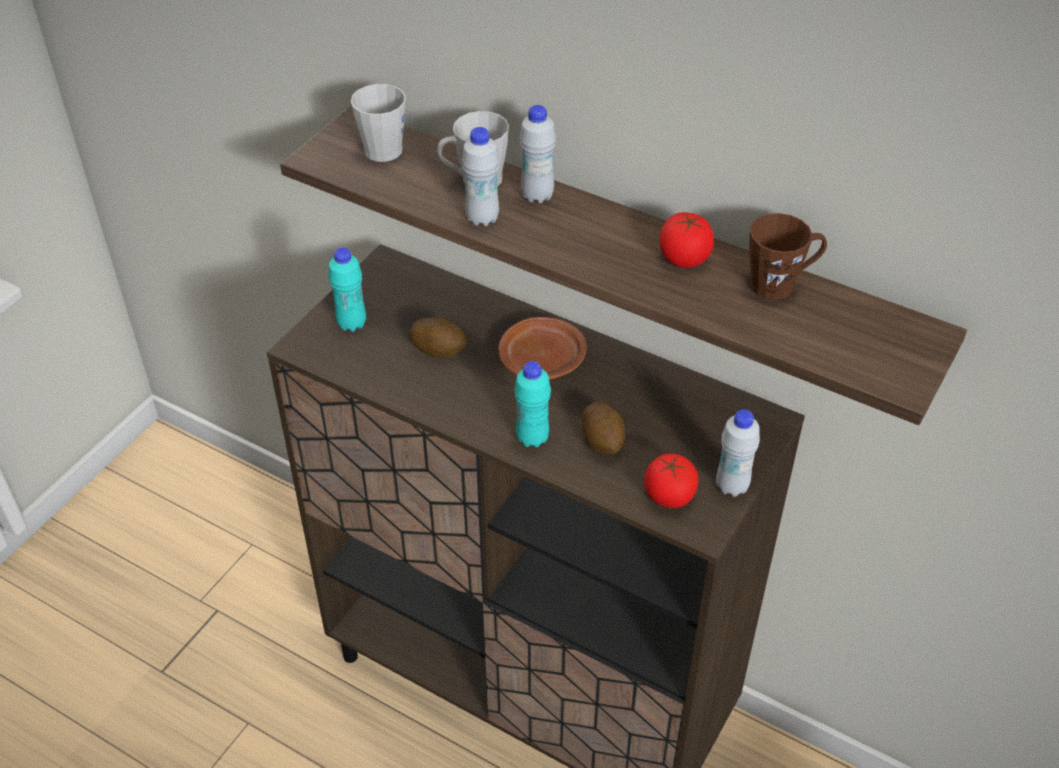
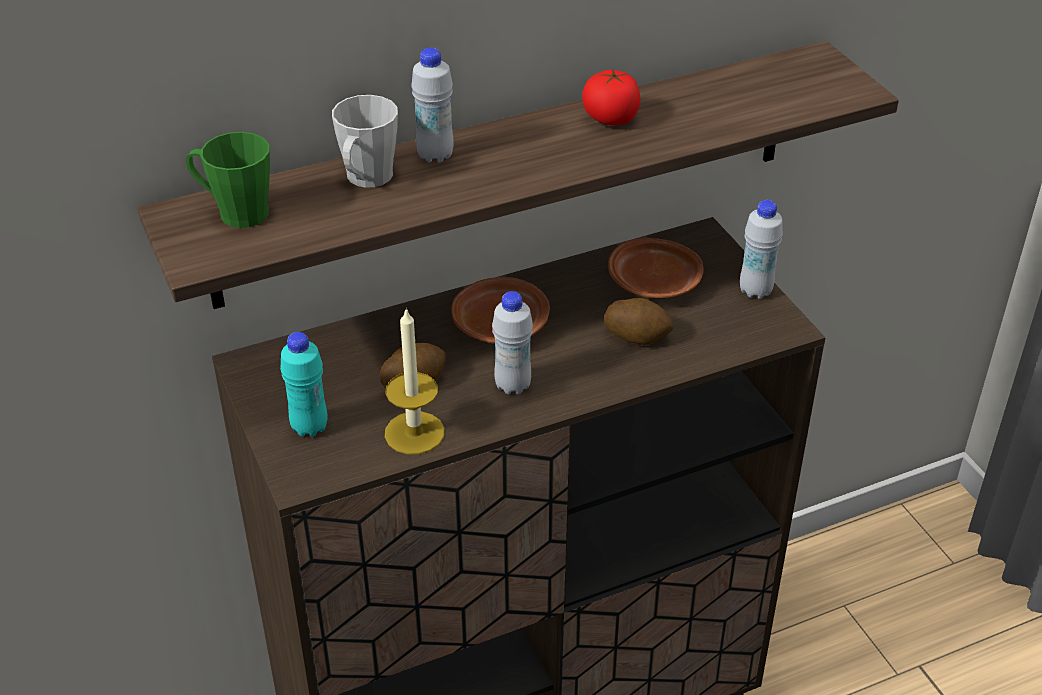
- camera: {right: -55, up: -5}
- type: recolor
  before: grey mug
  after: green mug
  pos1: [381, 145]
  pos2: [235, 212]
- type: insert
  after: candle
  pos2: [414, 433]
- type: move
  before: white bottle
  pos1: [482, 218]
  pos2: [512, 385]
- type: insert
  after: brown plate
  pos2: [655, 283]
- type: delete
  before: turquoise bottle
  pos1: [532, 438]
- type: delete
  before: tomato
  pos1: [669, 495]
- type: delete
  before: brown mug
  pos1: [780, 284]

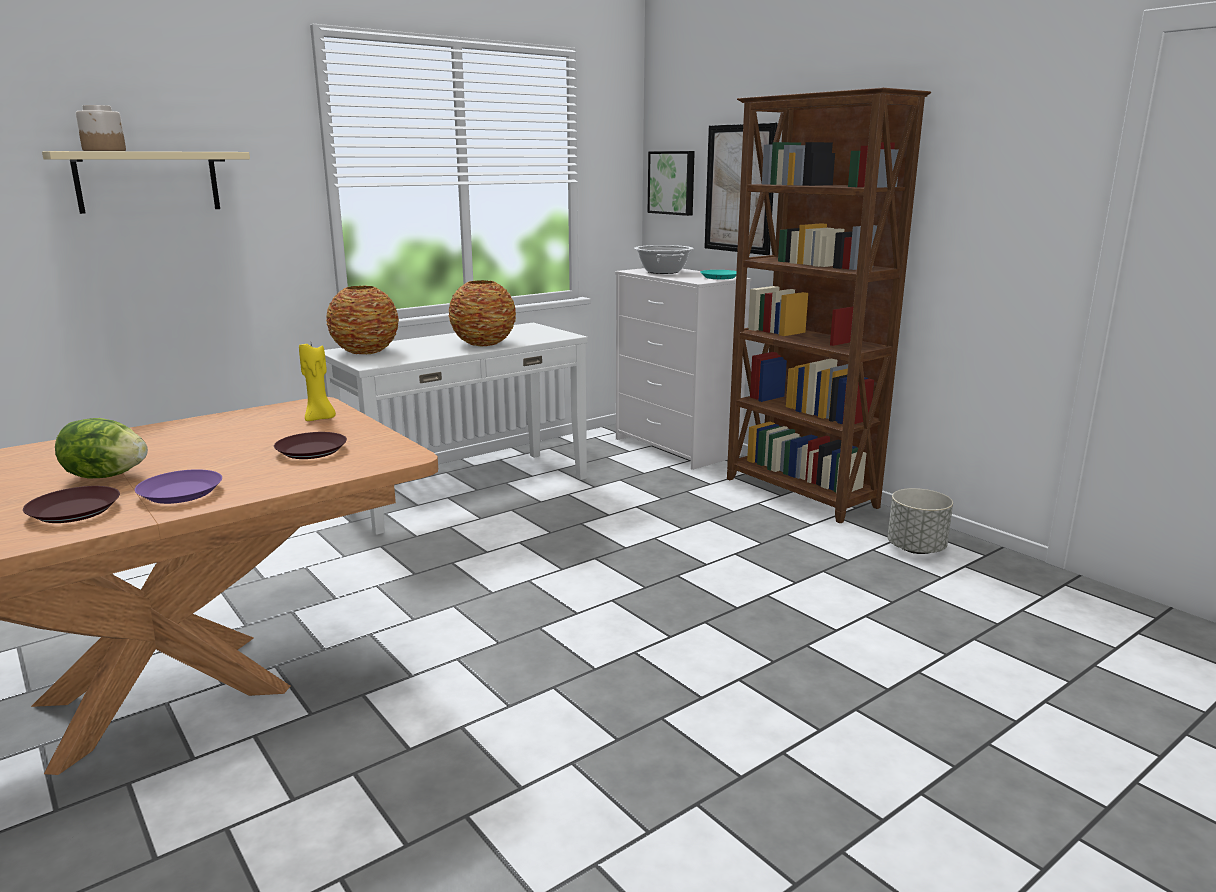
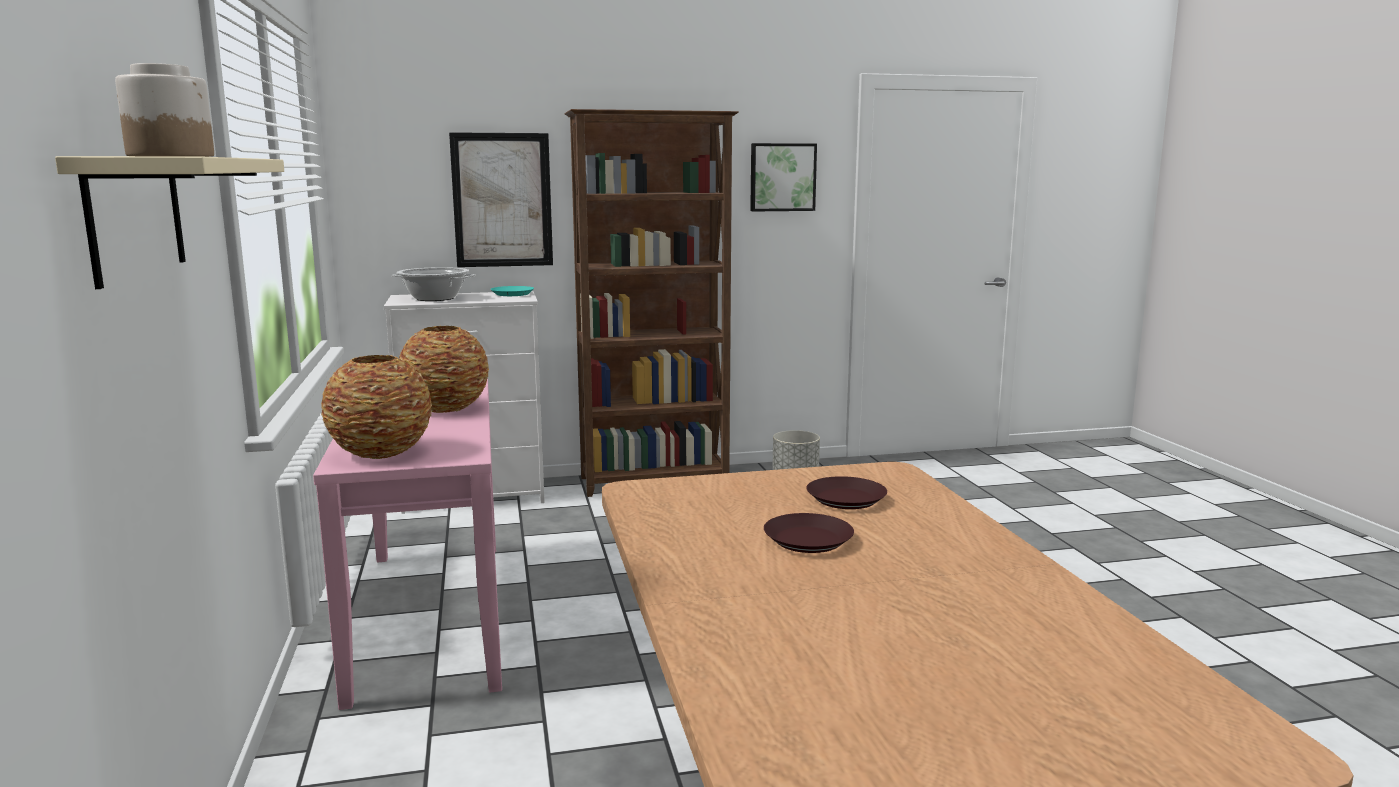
- camera: {right: -65, up: -5}
- type: recolor
  before: white console table
  after: pink console table
  pos1: [465, 489]
  pos2: [429, 615]
- type: move
  before: picture
  pos1: [673, 182]
  pos2: [782, 177]
- type: move
  before: brown plate
  pos1: [75, 511]
  pos2: [808, 540]
- type: delete
  before: lettuce
  pos1: [106, 476]
- type: delete
  before: purple plate
  pos1: [180, 493]
- type: delete
  before: yellow candle
  pos1: [320, 418]

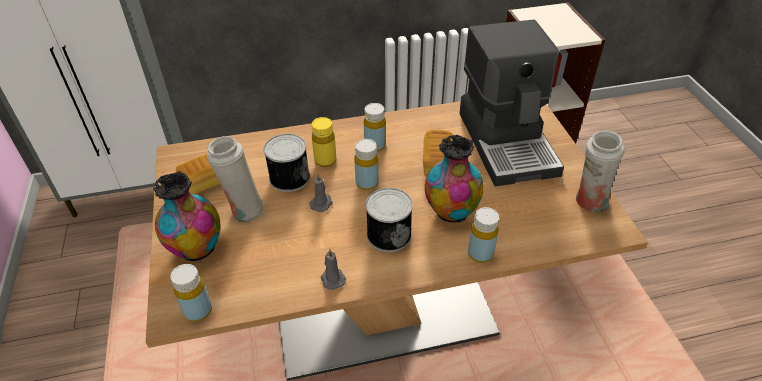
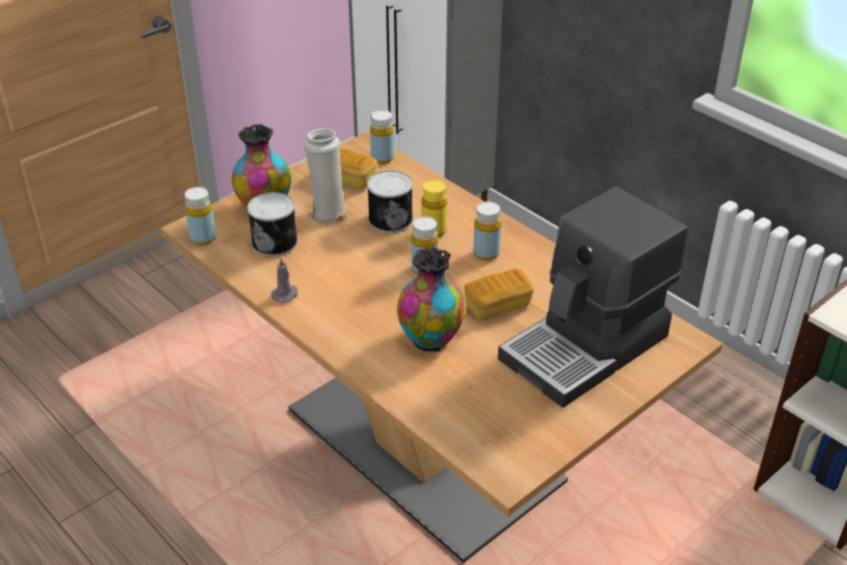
- camera: {right: 60, up: -5}
- type: move
  before: can
  pos1: [388, 234]
  pos2: [275, 242]
- type: move
  before: yellow bottle
  pos1: [480, 254]
  pos2: [382, 158]
- type: delete
  before: grey candle
  pos1: [322, 203]
- type: delete
  before: white vase
  pos1: [589, 202]

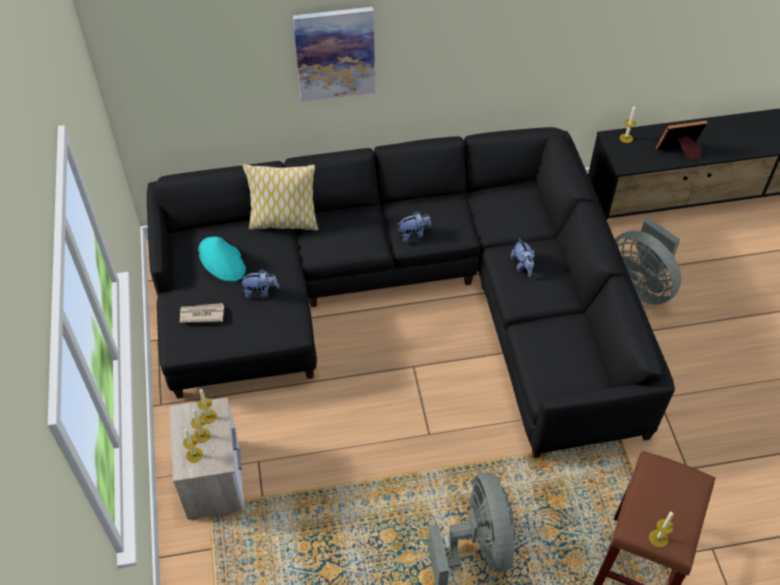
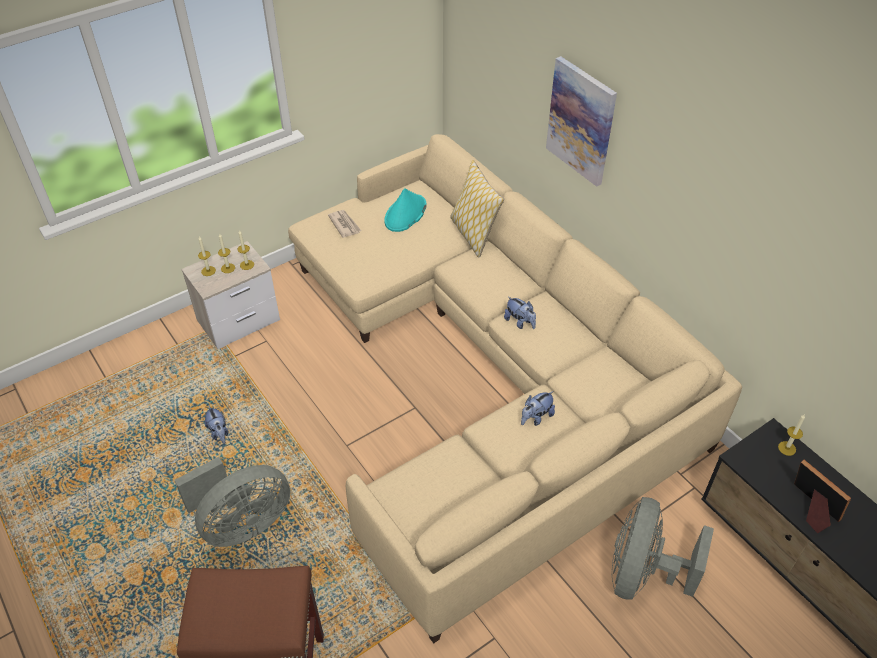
- camera: {right: 65, up: -5}
- type: move
  before: plush toy
  pos1: [260, 292]
  pos2: [219, 433]
- type: recolor
  before: black sofa
  after: beige sofa
  pos1: [405, 298]
  pos2: [489, 374]
- type: delete
  before: candle
  pos1: [658, 538]

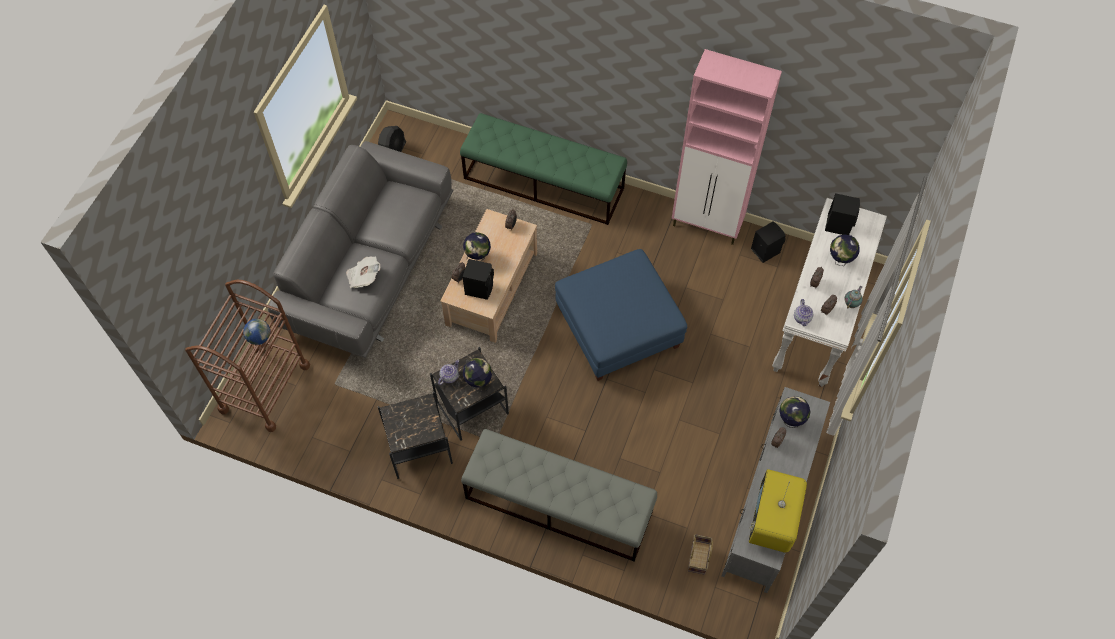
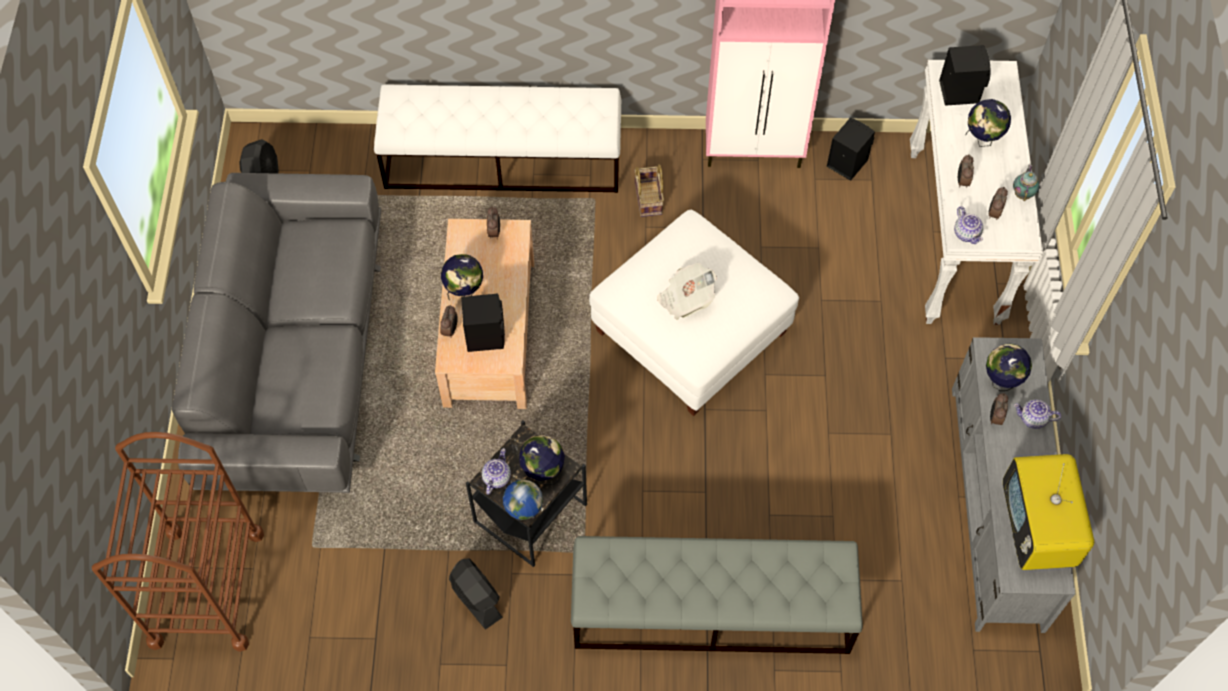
- camera: {right: -20, up: 0}
- type: recolor
  before: green bench
  after: white bench
  pos1: [544, 183]
  pos2: [503, 161]
- type: replace
  before: black side table
  after: black fan
  pos1: [418, 448]
  pos2: [475, 598]
- type: move
  before: globe
  pos1: [262, 343]
  pos2: [523, 514]
- type: recolor
  before: blue ottoman
  after: white ottoman
  pos1: [619, 327]
  pos2: [692, 331]
- type: move
  before: basket
  pos1: [699, 558]
  pos2: [649, 199]
- type: move
  before: newspaper
  pos1: [364, 277]
  pos2: [686, 299]
- type: insert
  after: teapot
  pos2: [1032, 419]

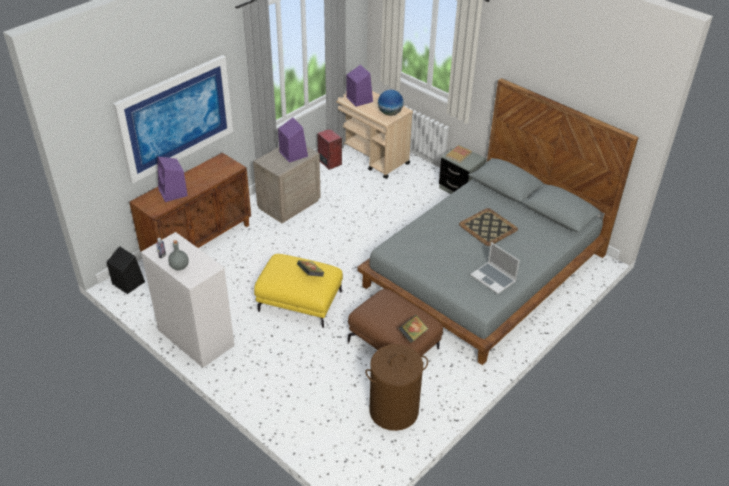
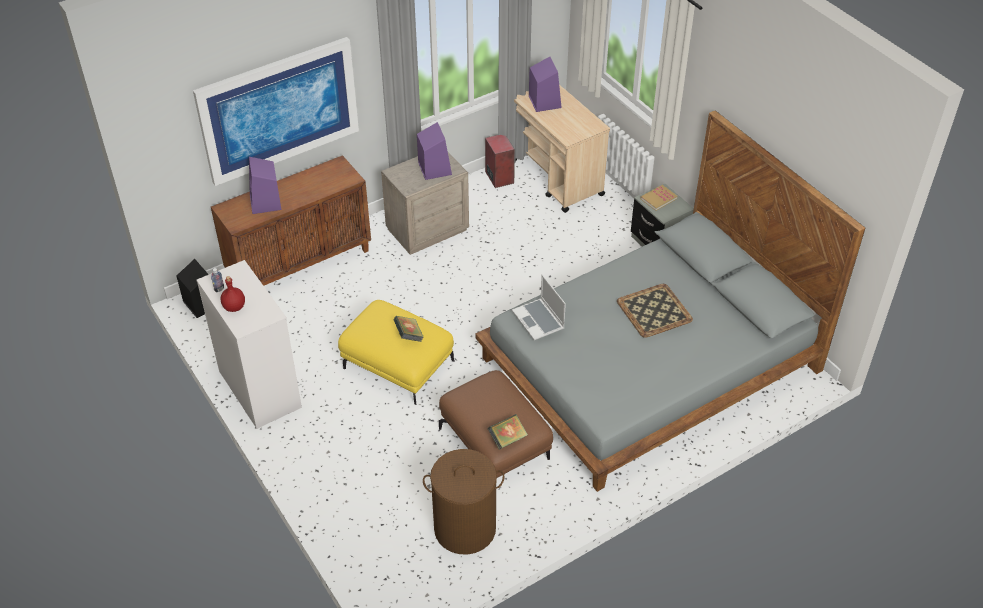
- camera: {right: 15, up: 5}
- type: recolor
  before: grey bottle
  after: red bottle
  pos1: [180, 267]
  pos2: [234, 307]
- type: move
  before: laptop
  pos1: [493, 279]
  pos2: [539, 320]
- type: delete
  before: globe
  pos1: [390, 113]

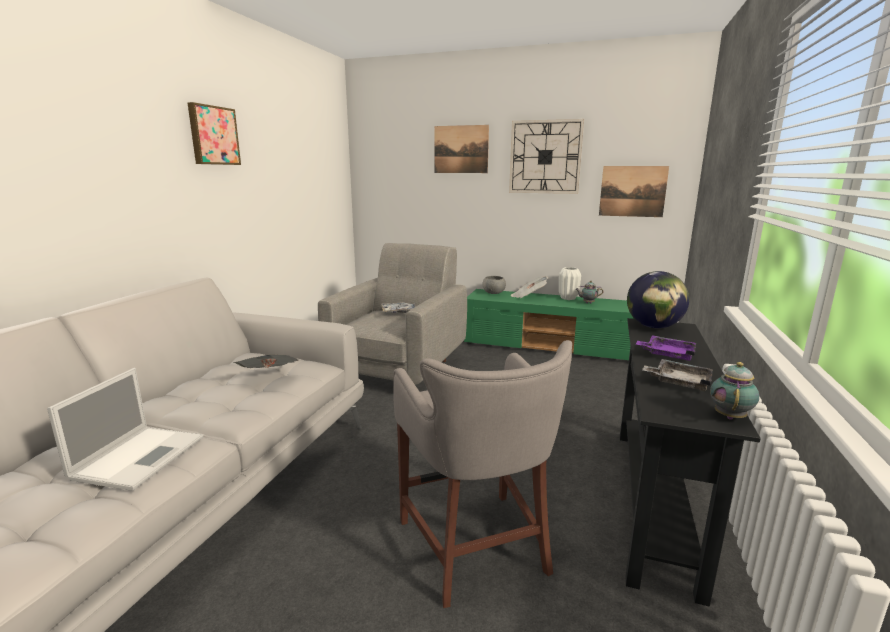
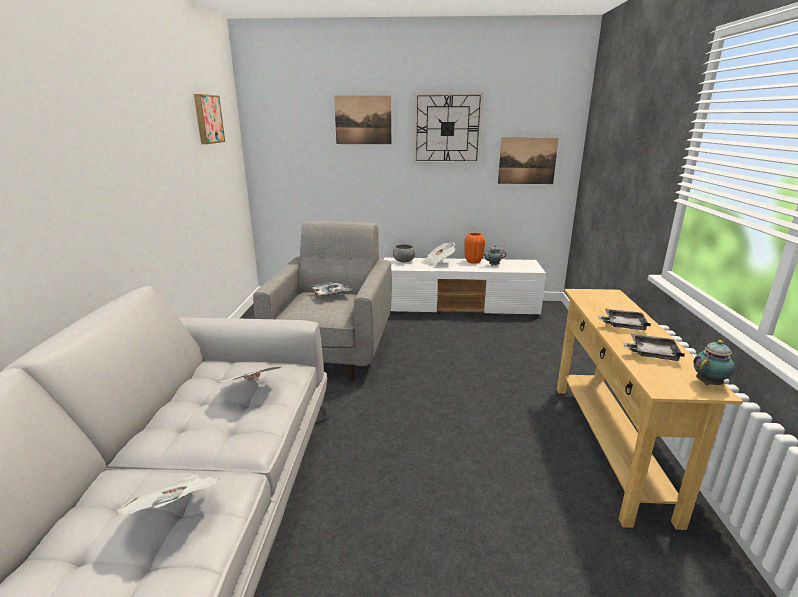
- camera: {right: -15, up: 5}
- type: replace
  before: laptop
  after: newspaper
  pos1: [140, 456]
  pos2: [177, 510]
- type: move
  before: picture
  pos1: [213, 135]
  pos2: [207, 119]
- type: recolor
  before: green tv stand
  after: white tv stand
  pos1: [550, 346]
  pos2: [459, 307]
- type: recolor
  before: white vase
  after: orange vase
  pos1: [567, 298]
  pos2: [473, 261]
- type: recolor
  before: black console table
  after: beige console table
  pos1: [654, 501]
  pos2: [609, 445]
- type: recolor
  before: purple tray
  after: grey tray
  pos1: [667, 354]
  pos2: [622, 325]
- type: rotate
  before: teapot
  pos1: [730, 416]
  pos2: [709, 383]
  turn: 45
- type: delete
  before: grey stool
  pos1: [476, 548]
- type: delete
  before: globe
  pos1: [653, 327]

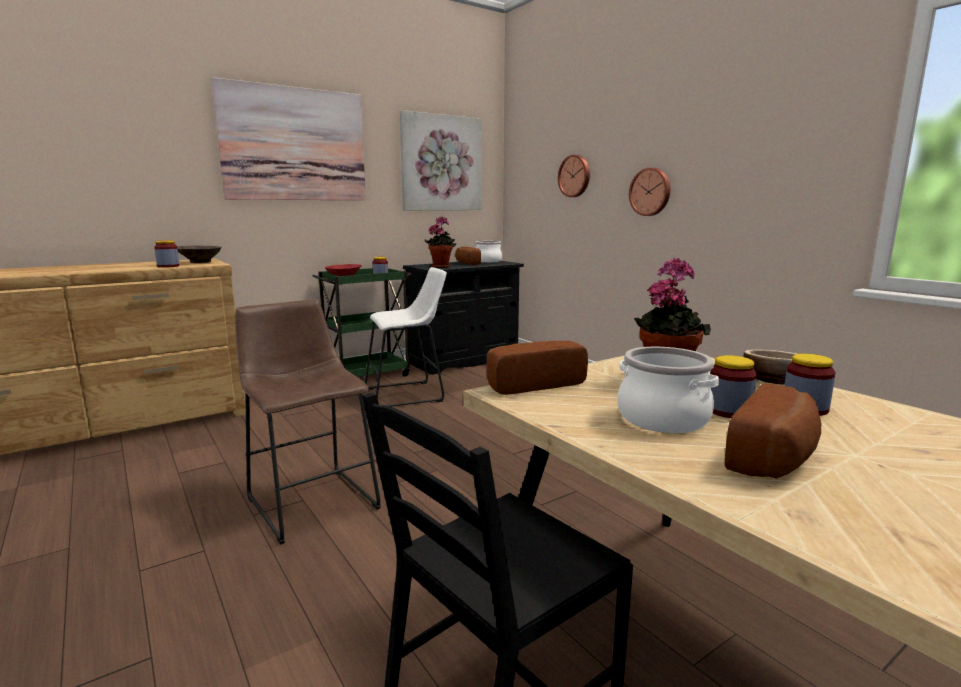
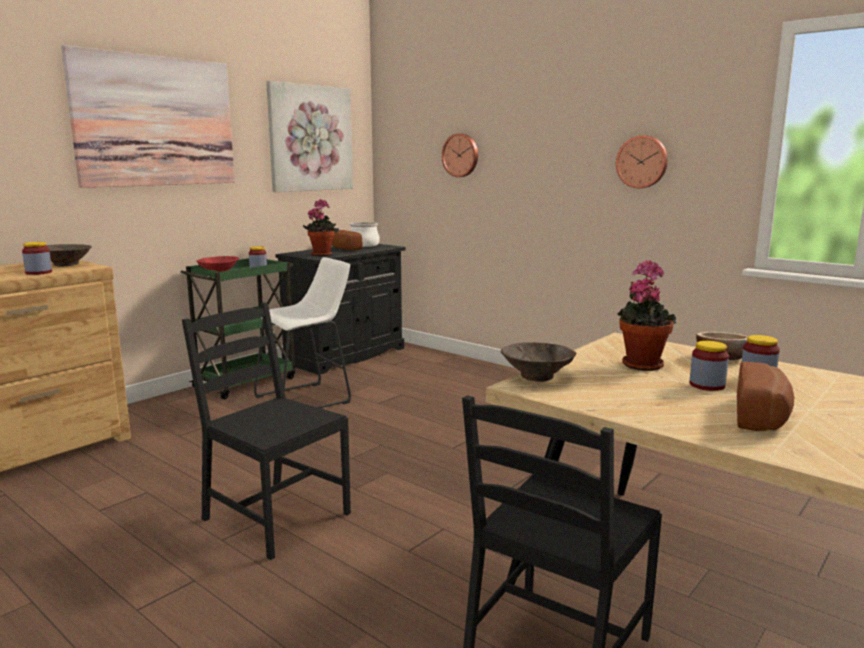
- camera: {right: -15, up: 0}
- type: replace
  before: brown stool
  after: black chair
  pos1: [311, 499]
  pos2: [274, 517]
- type: replace
  before: bread
  after: brown bowl
  pos1: [532, 384]
  pos2: [538, 376]
- type: move
  before: wall clock
  pos1: [650, 192]
  pos2: [642, 162]
- type: delete
  before: cooking pot
  pos1: [662, 419]

